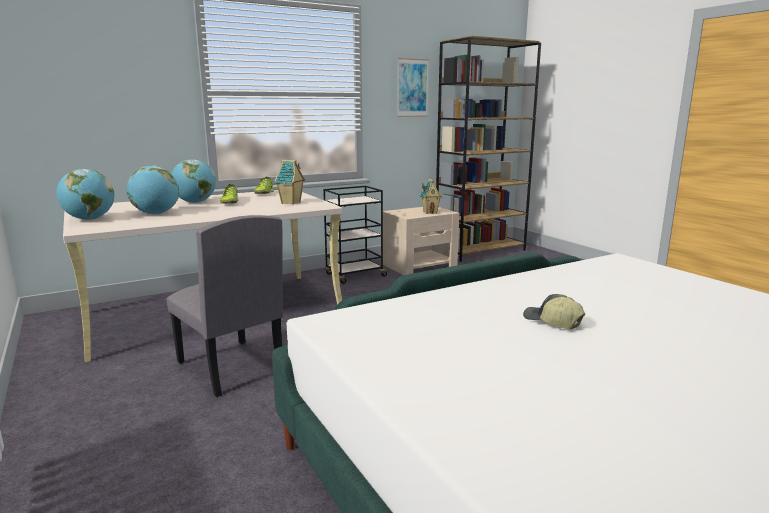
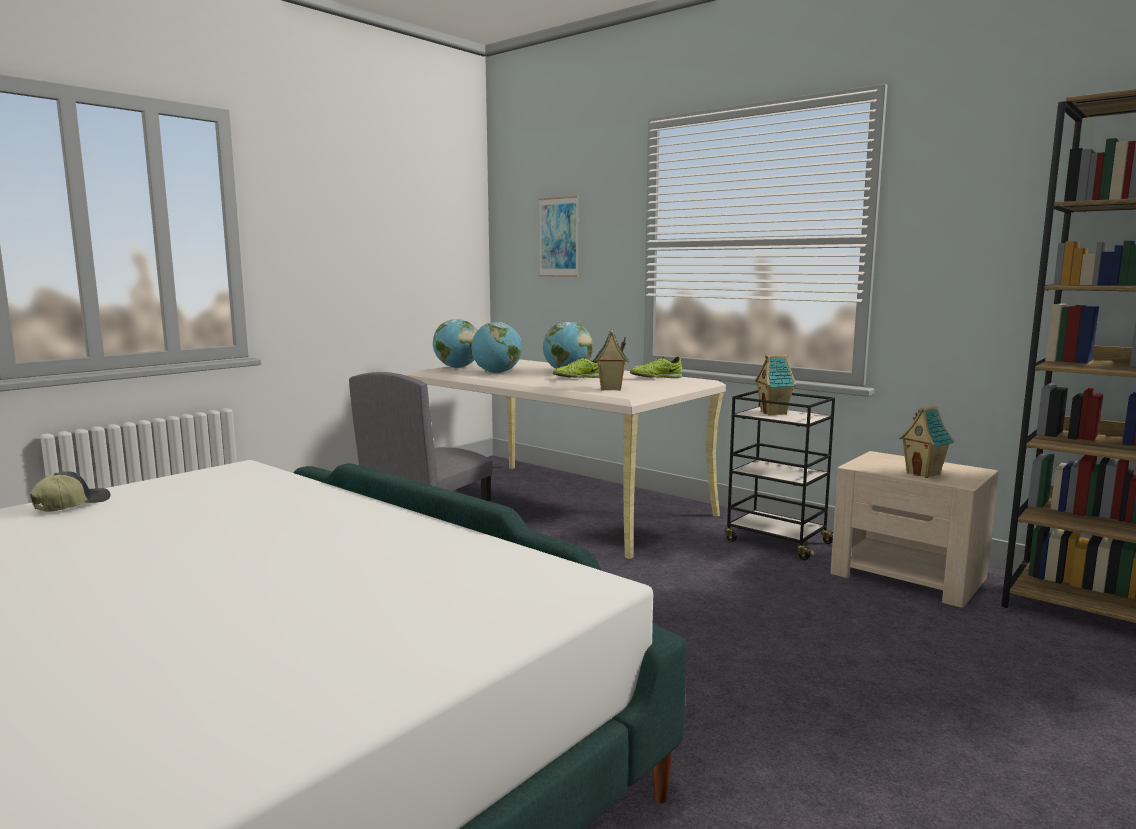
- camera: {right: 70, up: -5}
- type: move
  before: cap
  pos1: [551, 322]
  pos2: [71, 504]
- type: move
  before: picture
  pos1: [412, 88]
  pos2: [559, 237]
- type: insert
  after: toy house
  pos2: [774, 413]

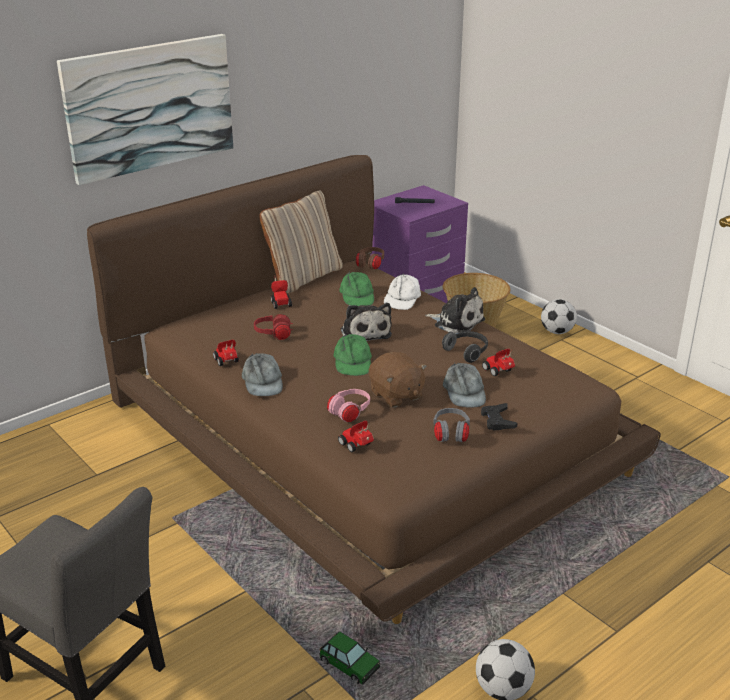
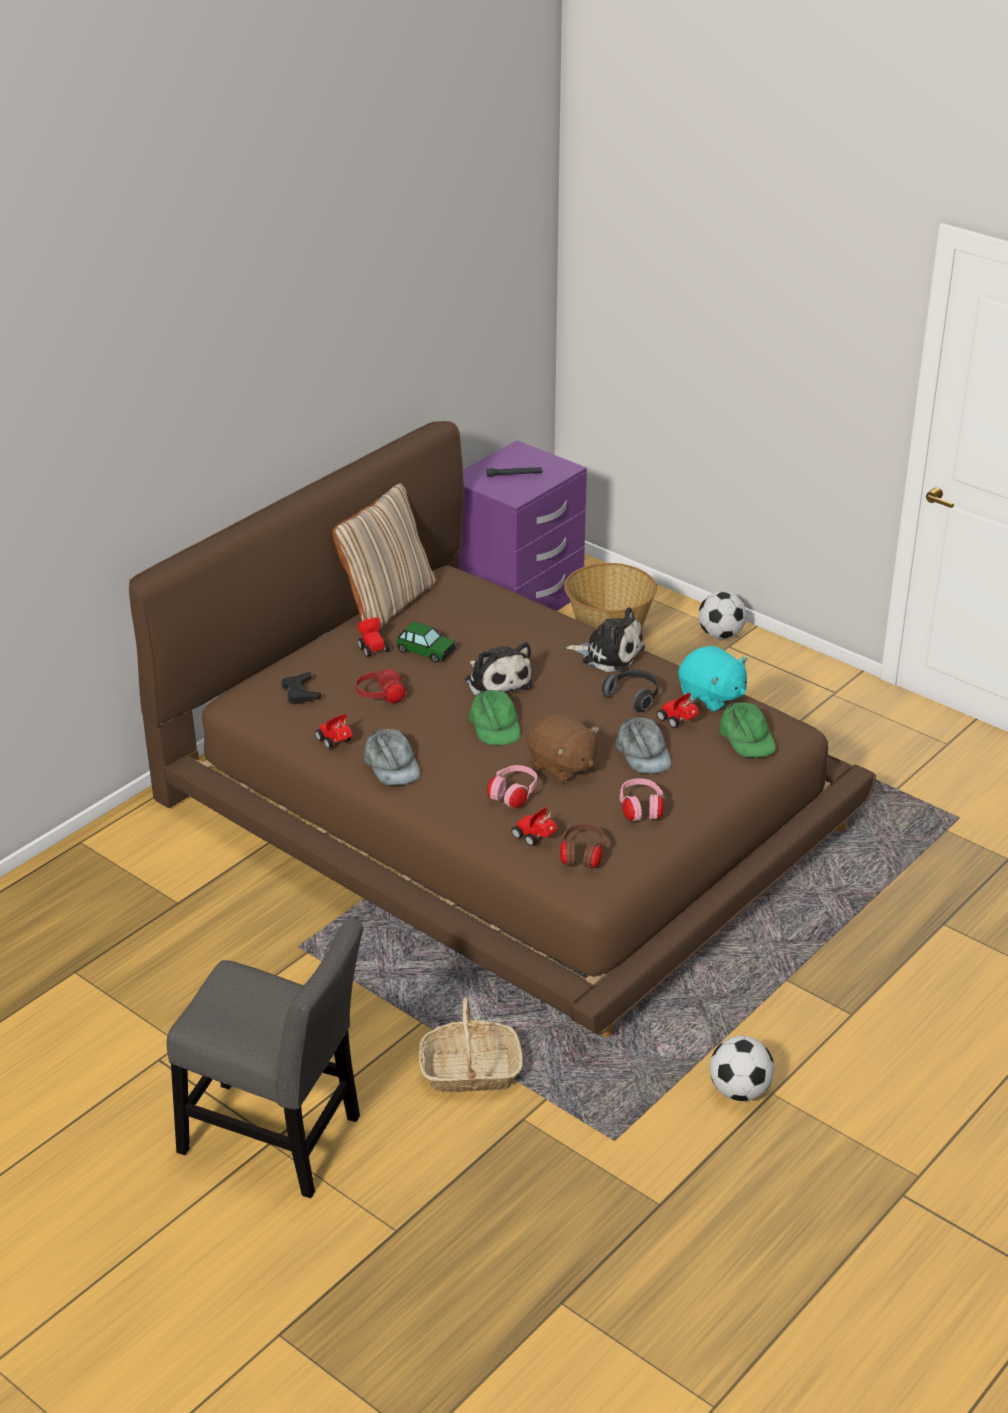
- camera: {right: -10, up: 5}
- type: move
  before: black game controller
  pos1: [497, 420]
  pos2: [300, 692]
- type: move
  before: toy car
  pos1: [349, 664]
  pos2: [426, 651]
- type: insert
  after: basket
  pos2: [470, 1071]
- type: move
  before: brown headphones
  pos1: [370, 265]
  pos2: [582, 857]
- type: recolor
  before: grey headphones
  after: pink headphones
  pos1: [451, 435]
  pos2: [641, 811]
- type: insert
  after: turquoise plush toy
  pos2: [712, 696]
- type: move
  before: green cap
  pos1: [357, 296]
  pos2: [746, 738]
- type: delete
  before: picture
  pos1: [150, 107]
- type: delete
  before: white cap
  pos1: [402, 298]

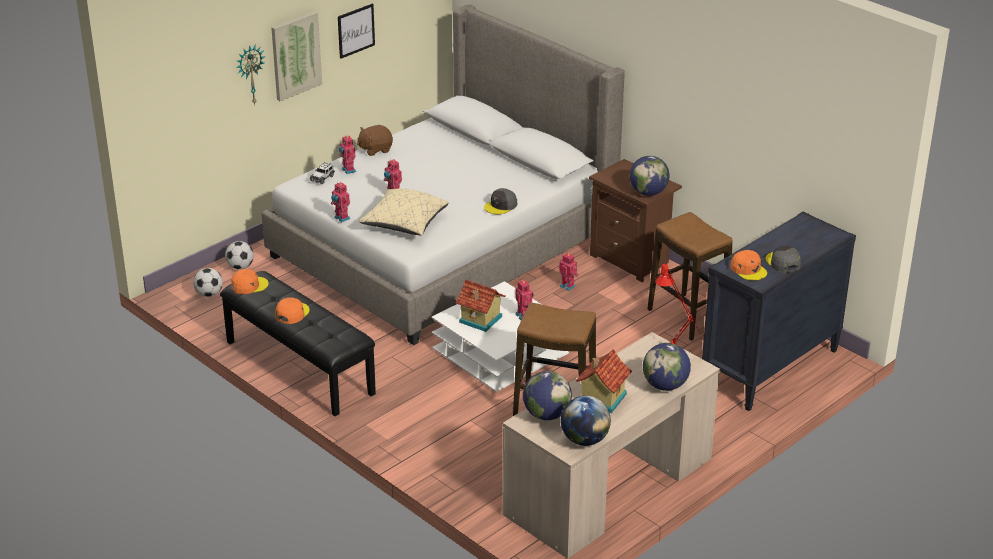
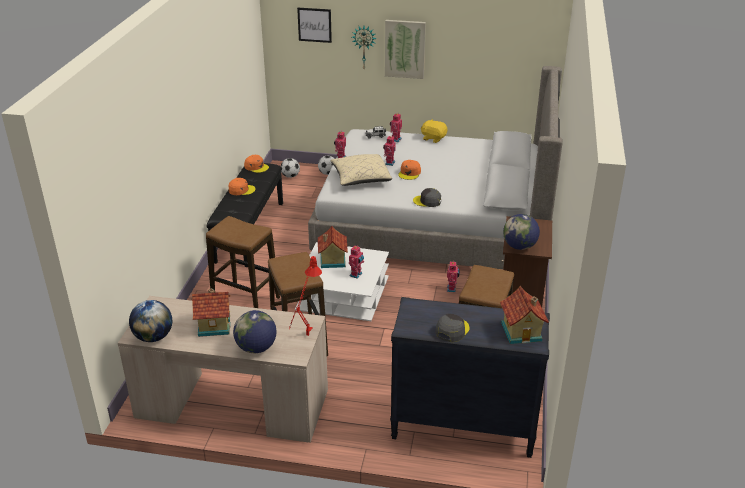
- camera: {right: 55, up: 0}
- type: insert
  after: stool
  pos2: [245, 300]
- type: move
  before: picture
  pos1: [356, 30]
  pos2: [314, 25]
- type: move
  before: orange cap
  pos1: [748, 270]
  pos2: [409, 173]
- type: recolor
  before: brown plush toy
  after: yellow plush toy
  pos1: [375, 149]
  pos2: [433, 138]
- type: insert
  after: toy house
  pos2: [522, 332]
- type: delete
  before: globe
  pos1: [546, 415]

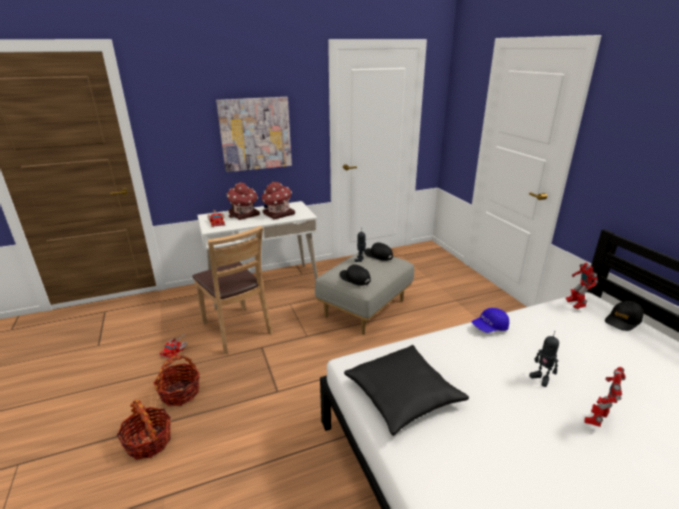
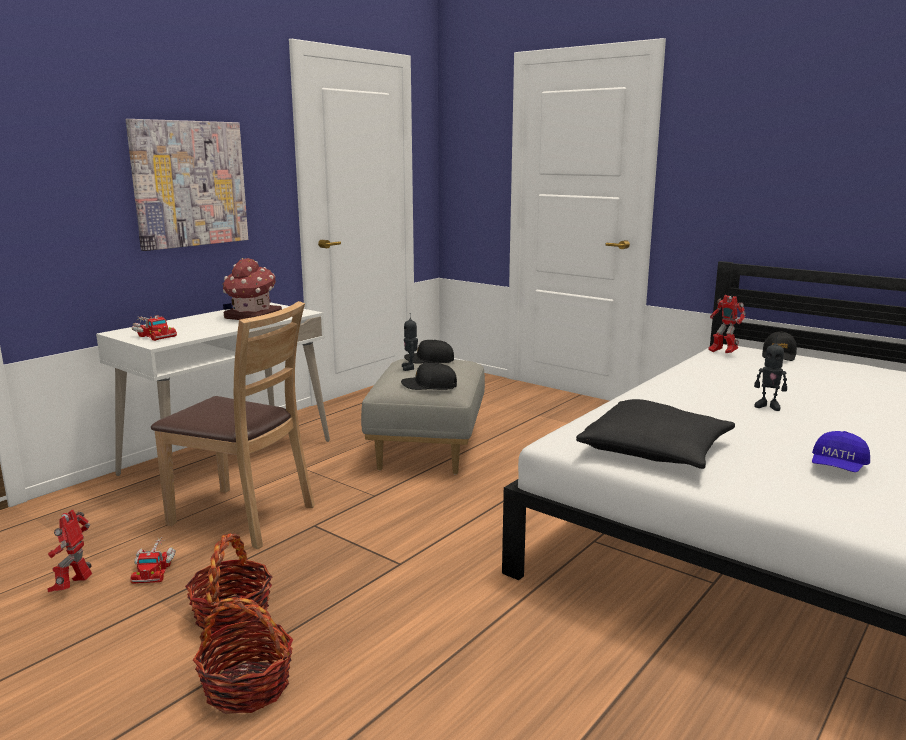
- camera: {right: -30, up: -10}
- type: move
  before: toy robot
  pos1: [596, 420]
  pos2: [74, 587]
- type: move
  before: blue cap
  pos1: [489, 327]
  pos2: [837, 468]
- type: delete
  before: toy house
  pos1: [244, 214]

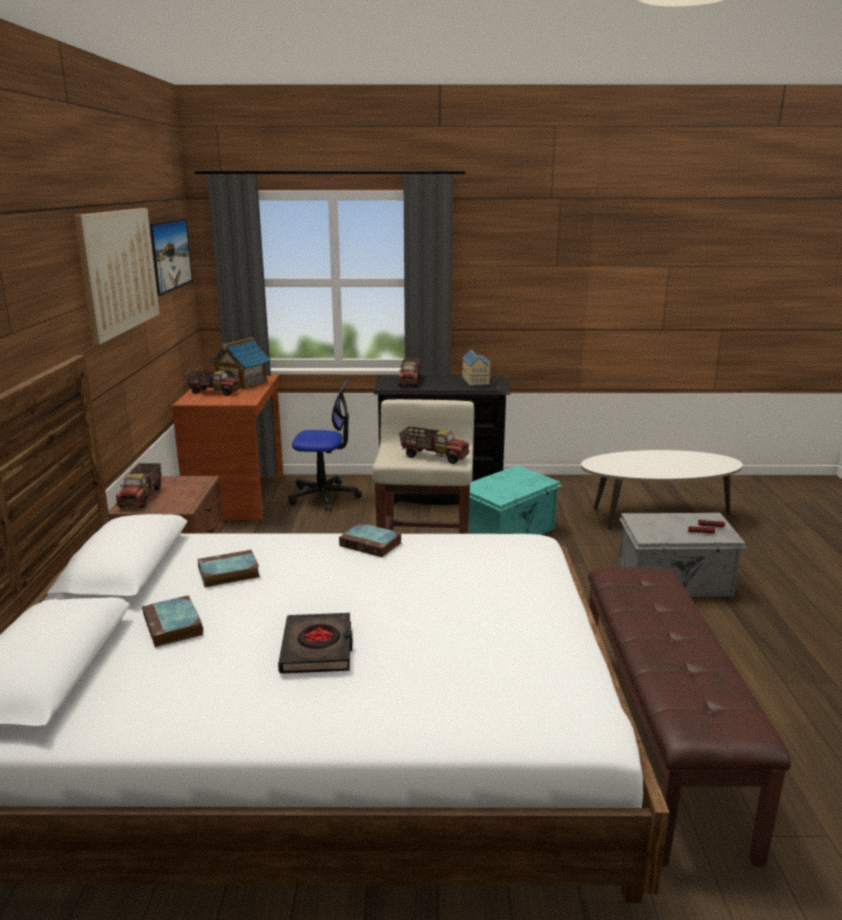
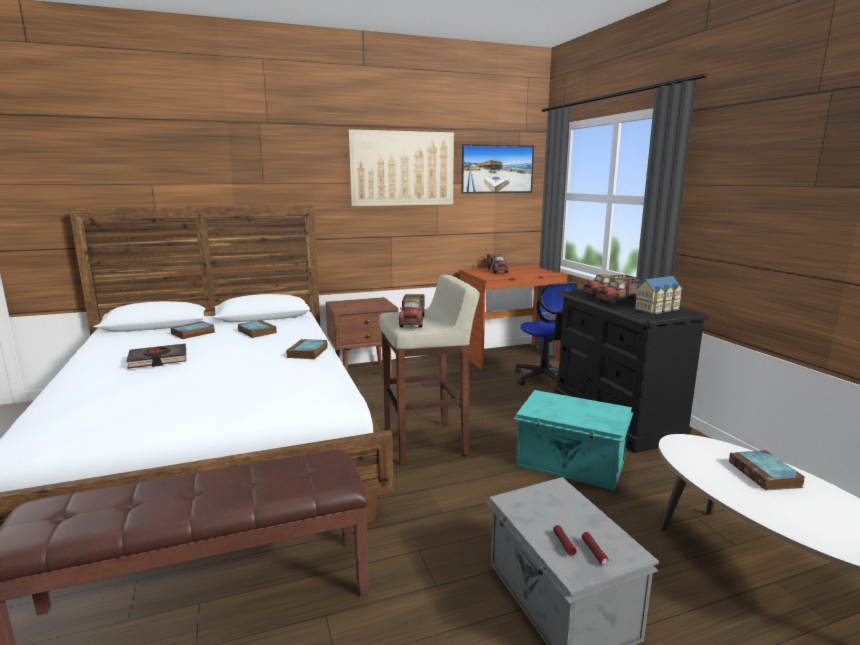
- camera: {right: 70, up: -5}
- type: move
  before: toy truck
  pos1: [142, 497]
  pos2: [623, 301]
- type: insert
  after: book
  pos2: [766, 475]
- type: delete
  before: toy house
  pos1: [242, 383]

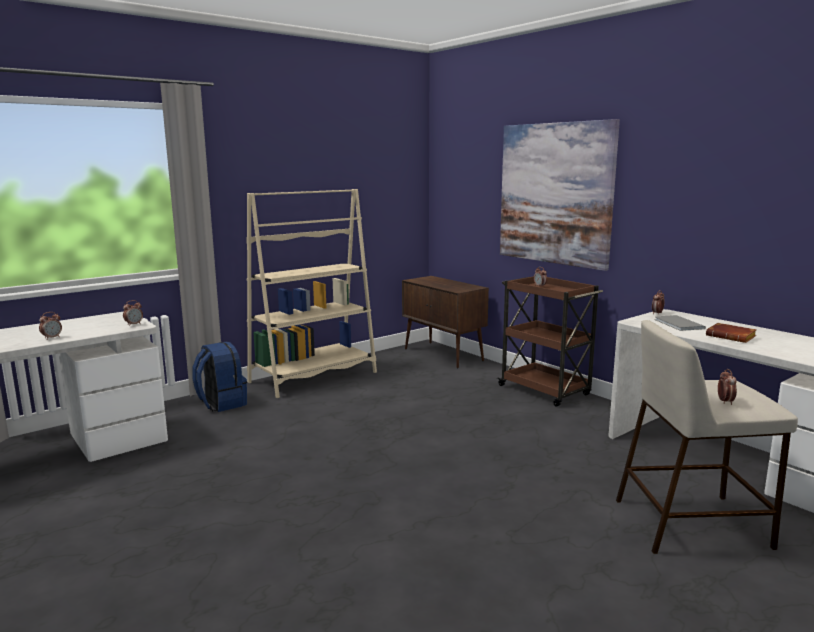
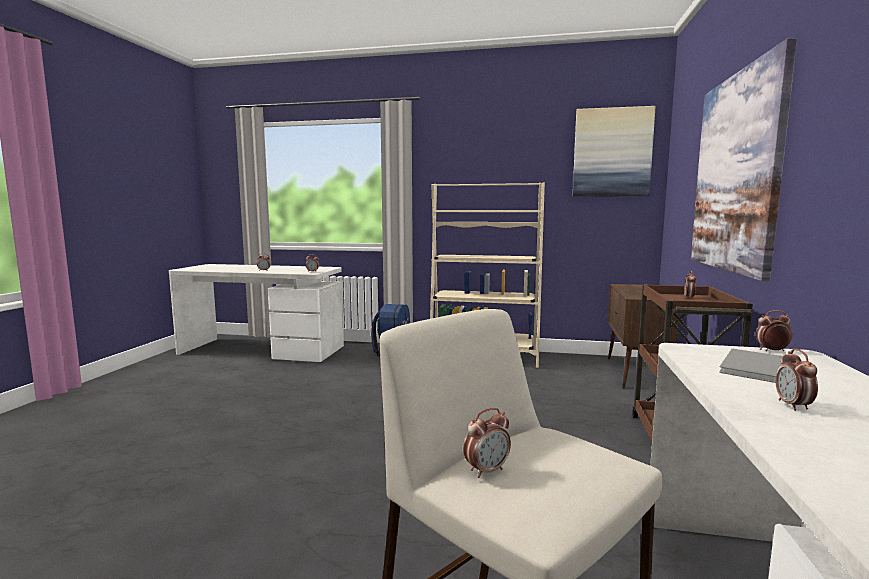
- camera: {right: 50, up: -5}
- type: insert
  after: picture
  pos2: [612, 153]
- type: replace
  before: brown book
  after: alarm clock
  pos1: [732, 337]
  pos2: [793, 406]

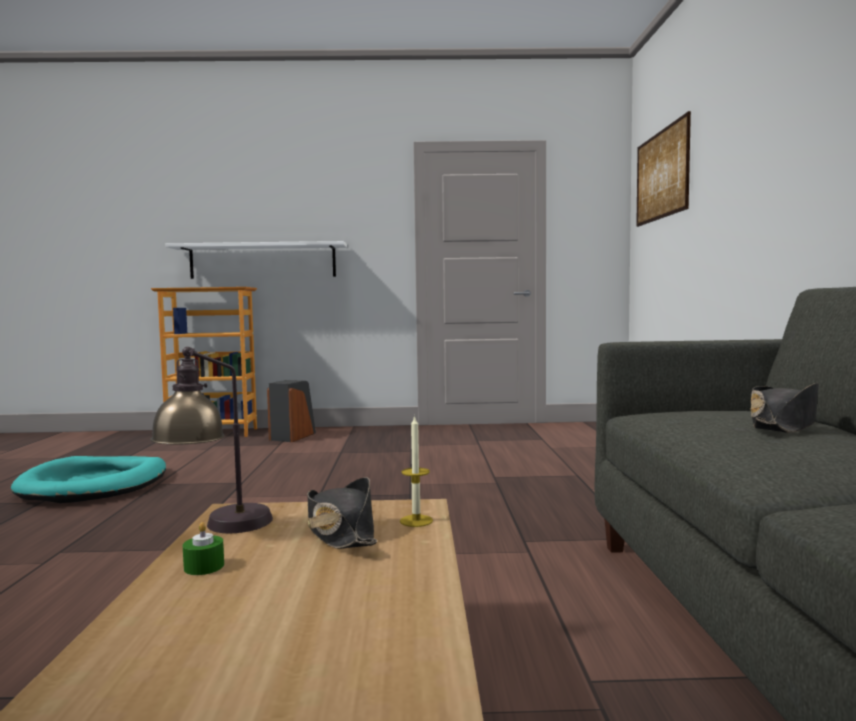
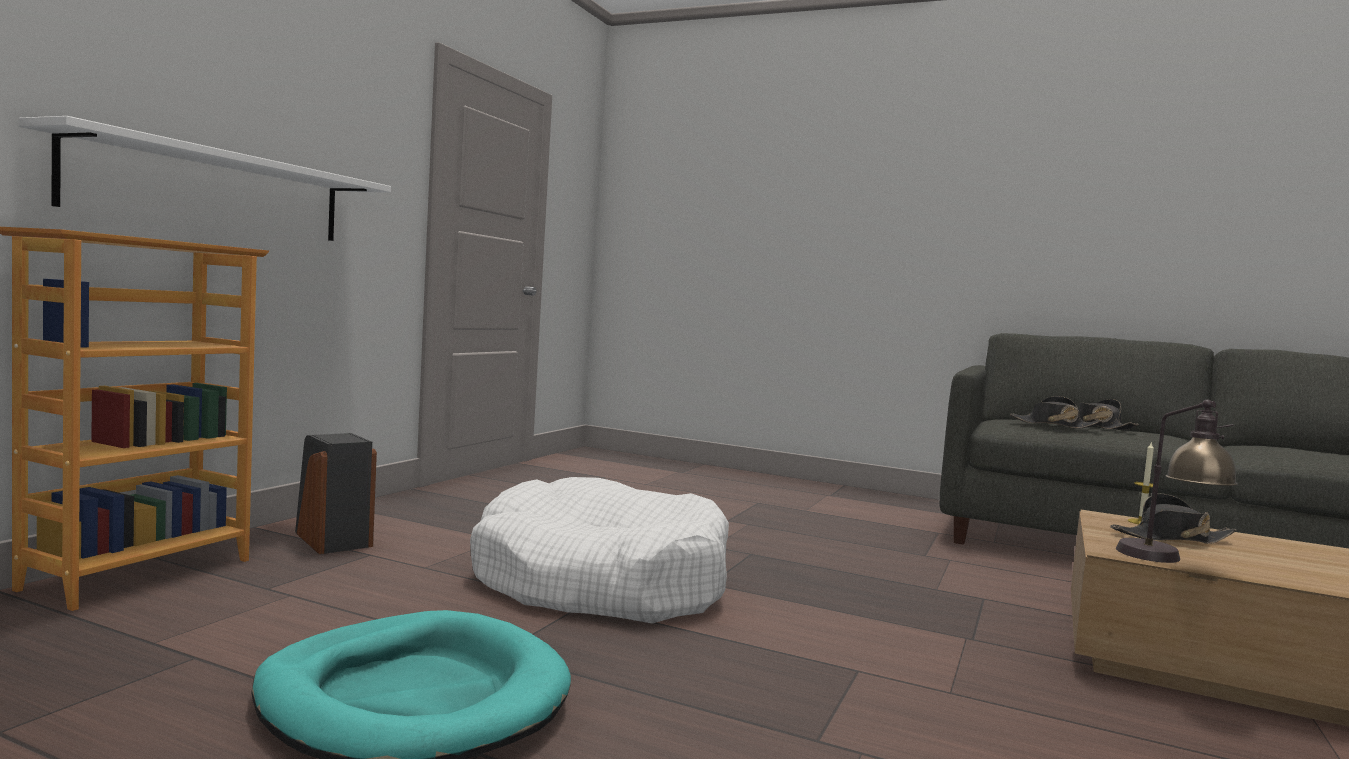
- camera: {right: -65, up: 0}
- type: insert
  after: white dog bed
  pos2: [600, 582]
- type: insert
  after: black hat
  pos2: [1054, 425]
- type: delete
  before: green candle
  pos1: [204, 566]
- type: delete
  before: picture
  pos1: [661, 175]

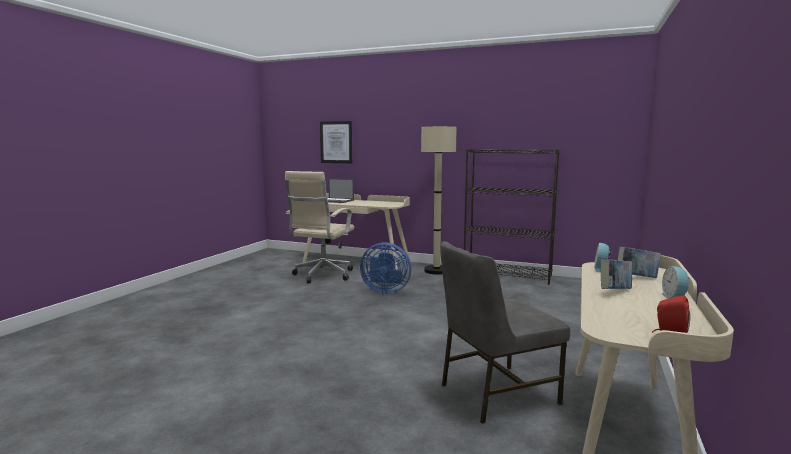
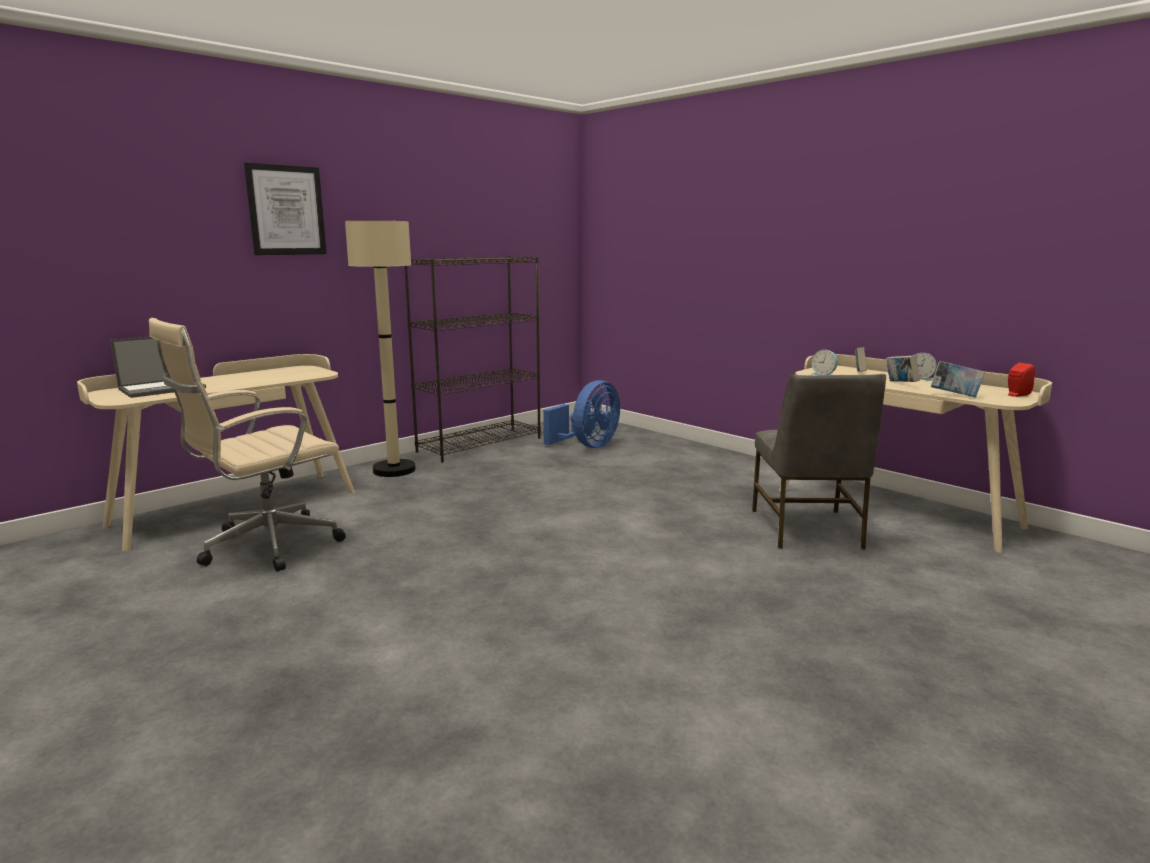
- camera: {right: -65, up: 5}
- type: rotate
  before: beige office chair
  pos1: [322, 276]
  pos2: [265, 547]
  turn: 90
- type: move
  before: picture
  pos1: [336, 142]
  pos2: [286, 210]
- type: move
  before: blue fan
  pos1: [385, 291]
  pos2: [588, 446]
- type: insert
  after: book
  pos2: [955, 396]

